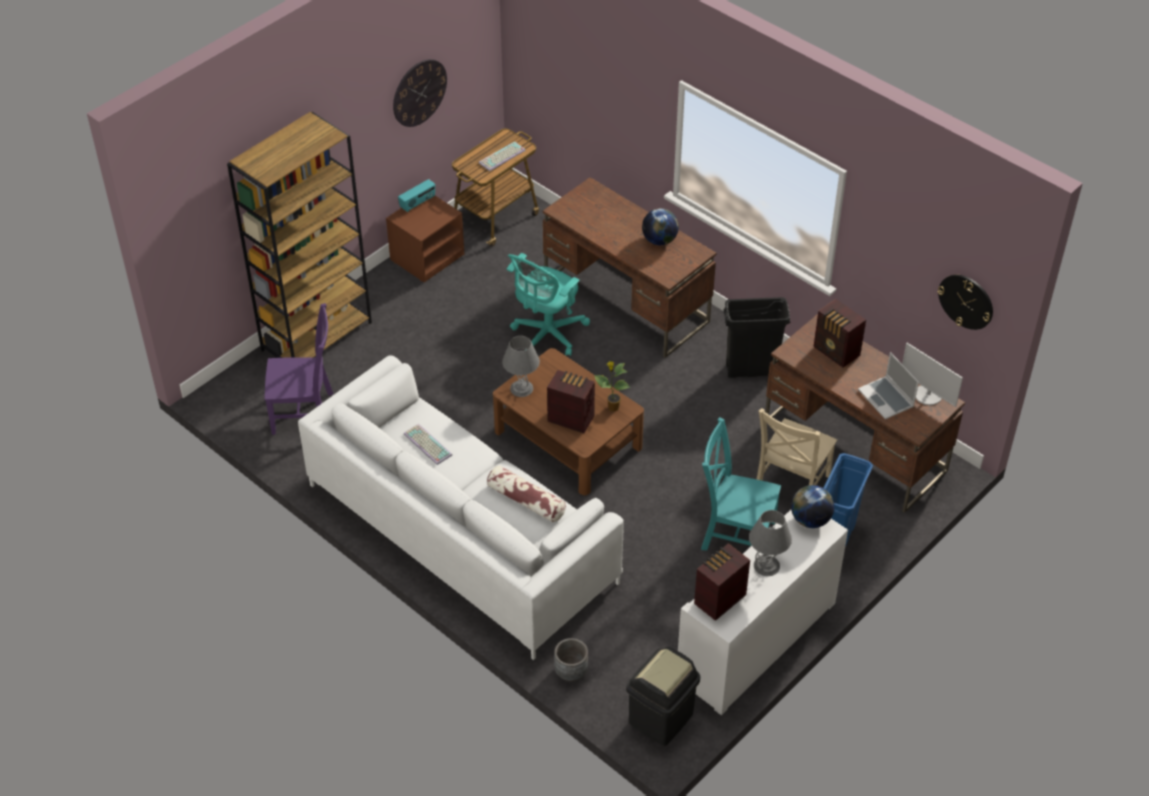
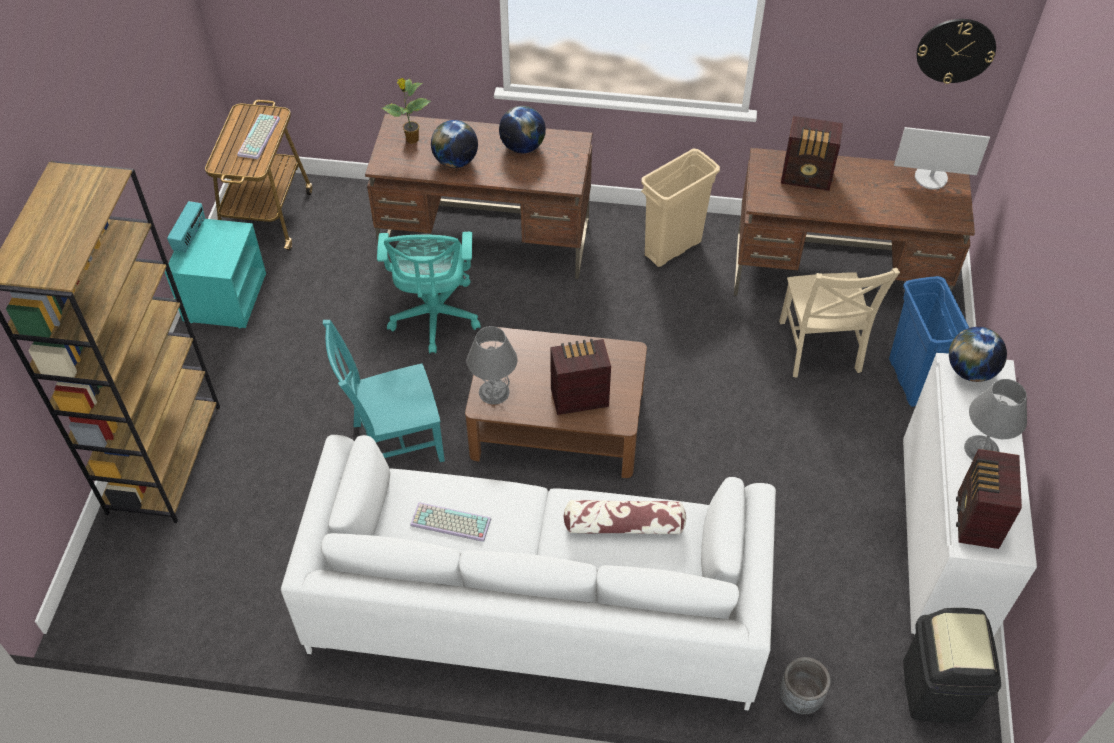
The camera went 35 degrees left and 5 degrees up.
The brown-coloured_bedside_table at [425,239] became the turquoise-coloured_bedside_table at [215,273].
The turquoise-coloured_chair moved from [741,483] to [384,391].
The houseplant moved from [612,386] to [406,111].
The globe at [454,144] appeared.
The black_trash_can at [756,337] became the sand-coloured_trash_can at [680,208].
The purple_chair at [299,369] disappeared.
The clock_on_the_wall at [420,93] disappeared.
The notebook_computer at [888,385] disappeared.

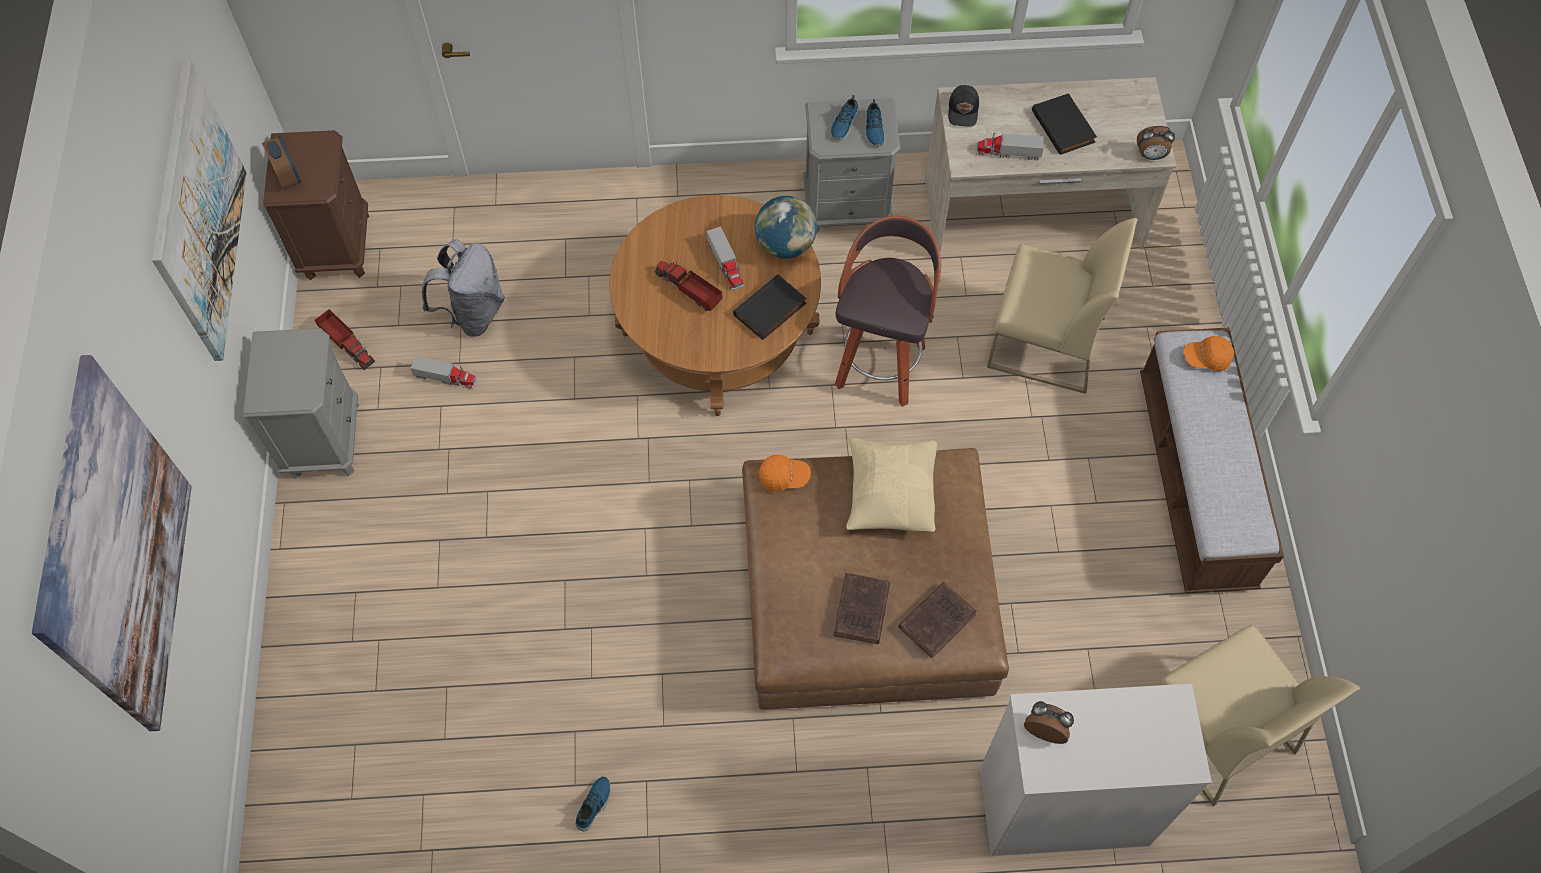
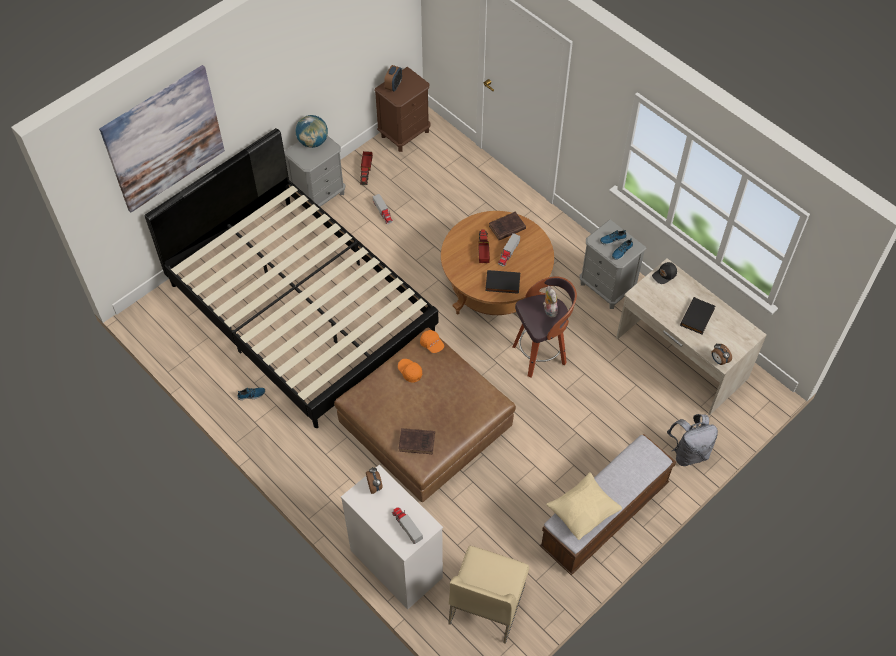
The camera went 50 degrees right and 5 degrees down.
The black_bedroom_bed at [291,278] appeared.
The globe moved from [786,227] to [312,131].
The toy_truck moved from [1010,146] to [407,525].
The orangey_cap moved from [1208,353] to [410,370].
The brown-coloured_volume moved from [861,608] to [507,226].
The plush_toy at [550,302] appeared.
The sand-coloured_pillow moved from [891,484] to [584,506].
The greyish_backpack moved from [463,288] to [692,440].
The picture at [199,210] disappeared.
The sand-coloured_chair at [1062,306] disappeared.

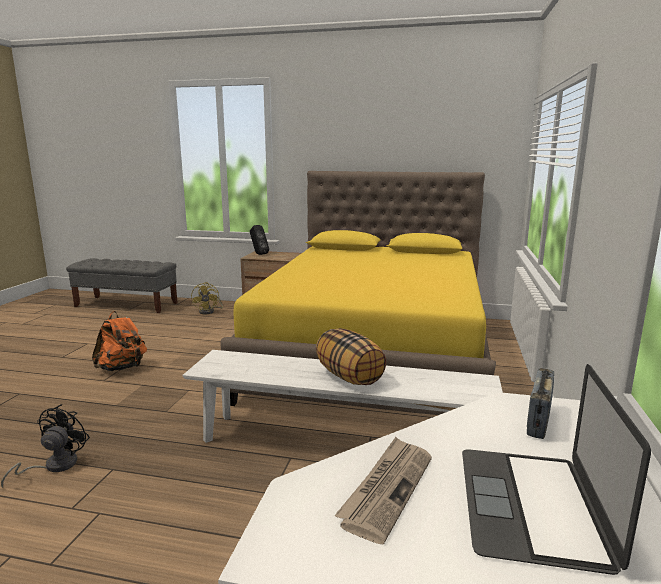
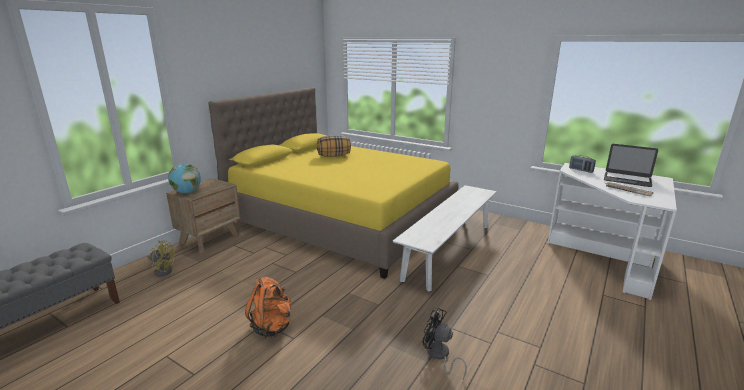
The camera went 70 degrees left and 5 degrees up.
The black_loudspeaker at [259,240] was replaced by the globe at [184,178].
The pillow moved from [351,356] to [334,146].

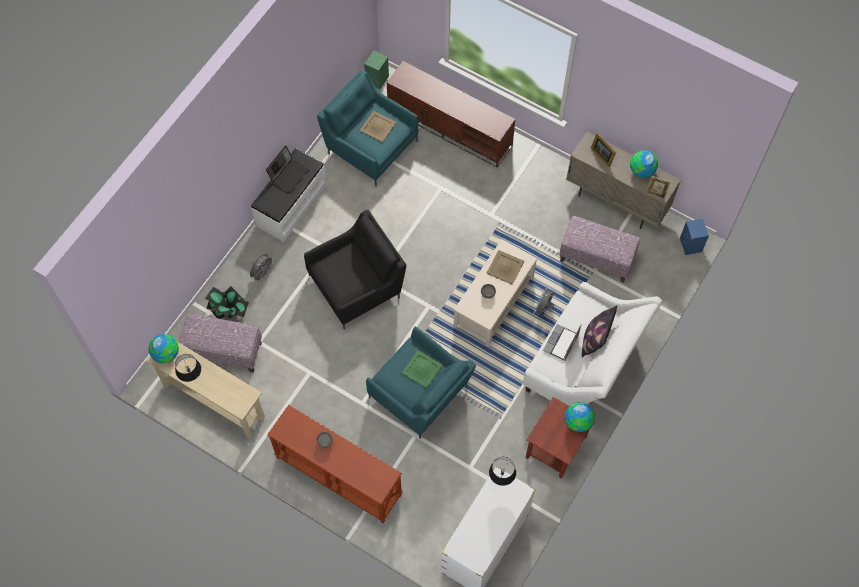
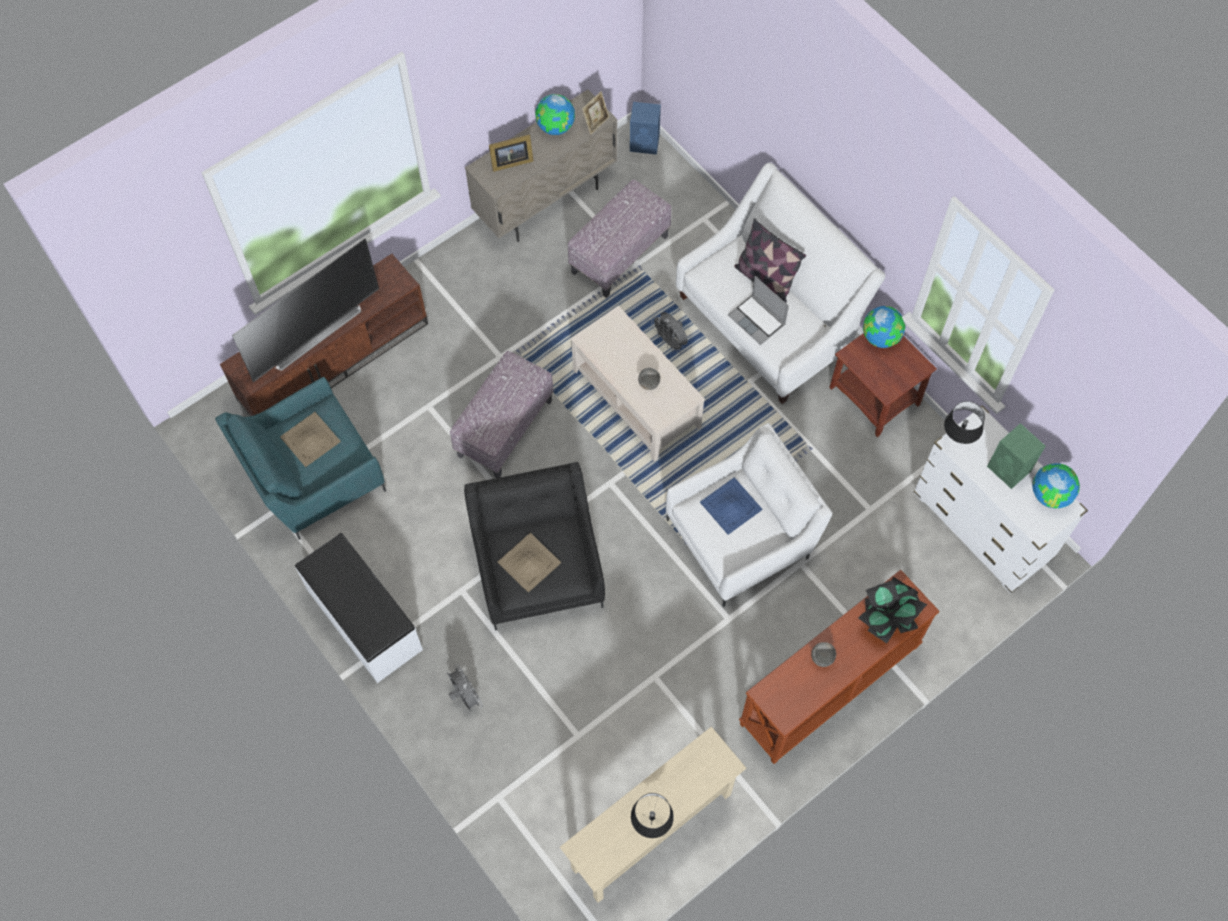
The camera went 70 degrees left and 0 degrees up.
The television at [305,310] appeared.
The ottoman moved from [220,343] to [502,414].
The sand-coloured_carrying_tray moved from [505,267] to [529,563].
The turquoise-coloured_easy_chair at [421,382] became the white-coloured_easy_chair at [749,515].
The greenish_carrying_tray at [422,369] became the blue-coloured_carrying_tray at [731,506].
The houseplant moved from [227,302] to [892,610].
The greenish_loudspeaker moved from [376,70] to [1016,456].
The globe moved from [163,348] to [1056,485].
The notebook_computer at [287,169] disappeared.

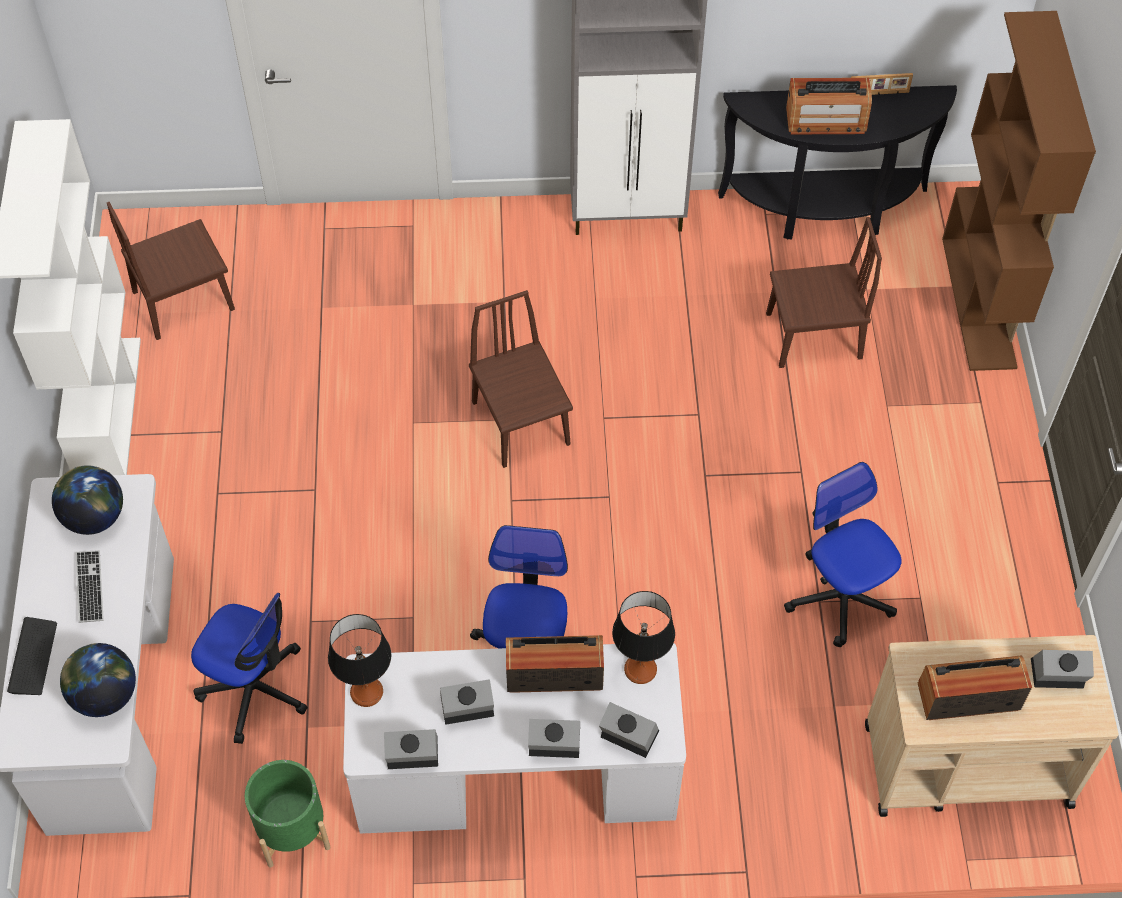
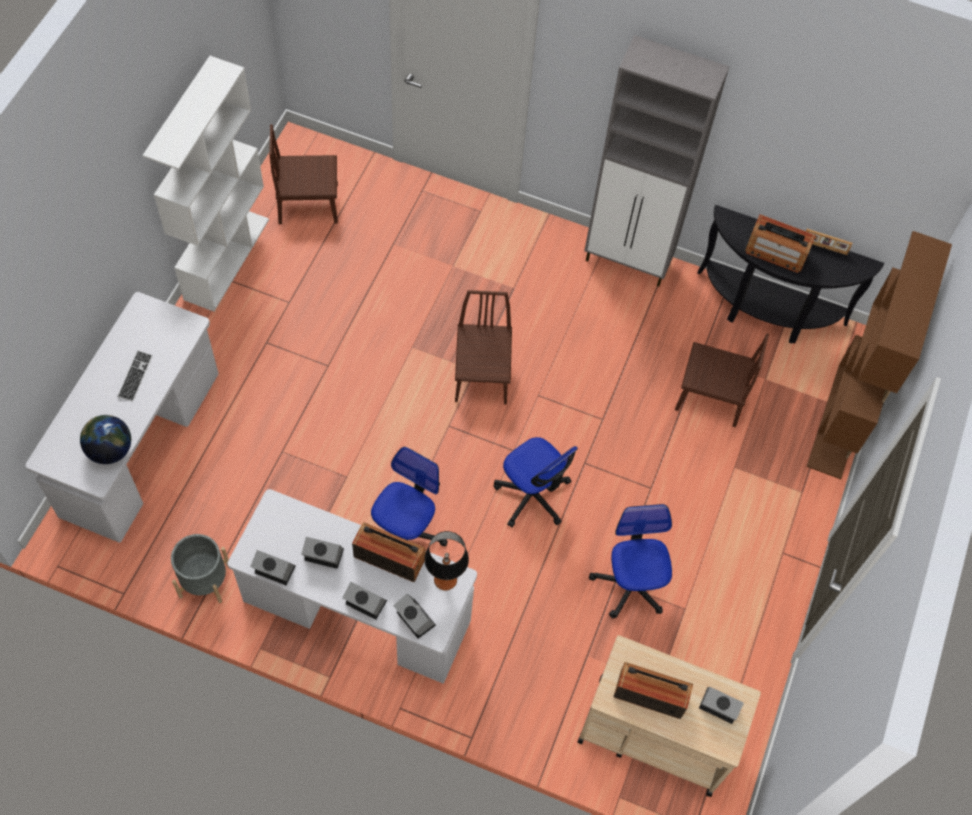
The camera went 20 degrees right and 5 degrees up.
The greenish_flower_pot at [288,814] became the greyish_flower_pot at [200,568].
The computer_chair moved from [249,668] to [535,482].
The PC_keyboard at [32,656] disappeared.
The globe at [87,500] disappeared.
The tabletop_lamp at [360,660] disappeared.

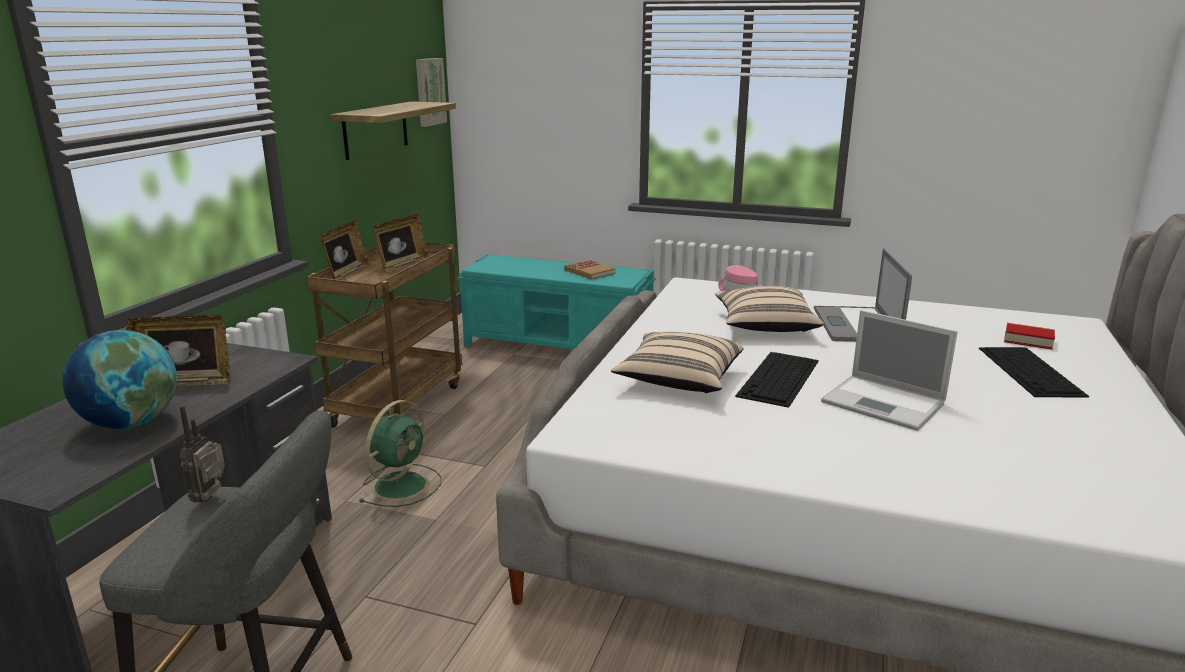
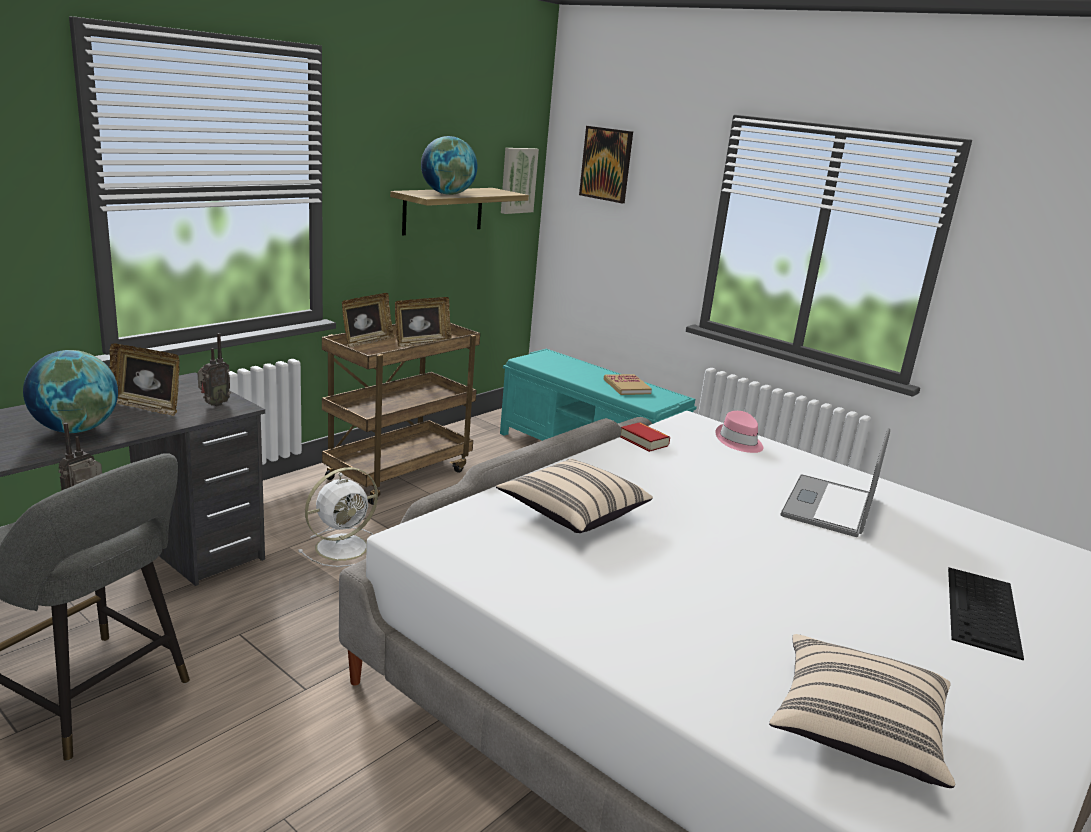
The camera went 20 degrees right and 0 degrees up.
The radio_set at [214,370] appeared.
The greenish_electric_fan at [399,453] became the white-coloured_electric_fan at [338,517].
The globe at [449,165] appeared.
The picture at [606,164] appeared.
The volume moved from [1029,336] to [645,437].
The sand-coloured_pillow moved from [769,309] to [862,711].
The PC_keyboard at [777,380] disappeared.
The notebook_computer at [889,370] disappeared.

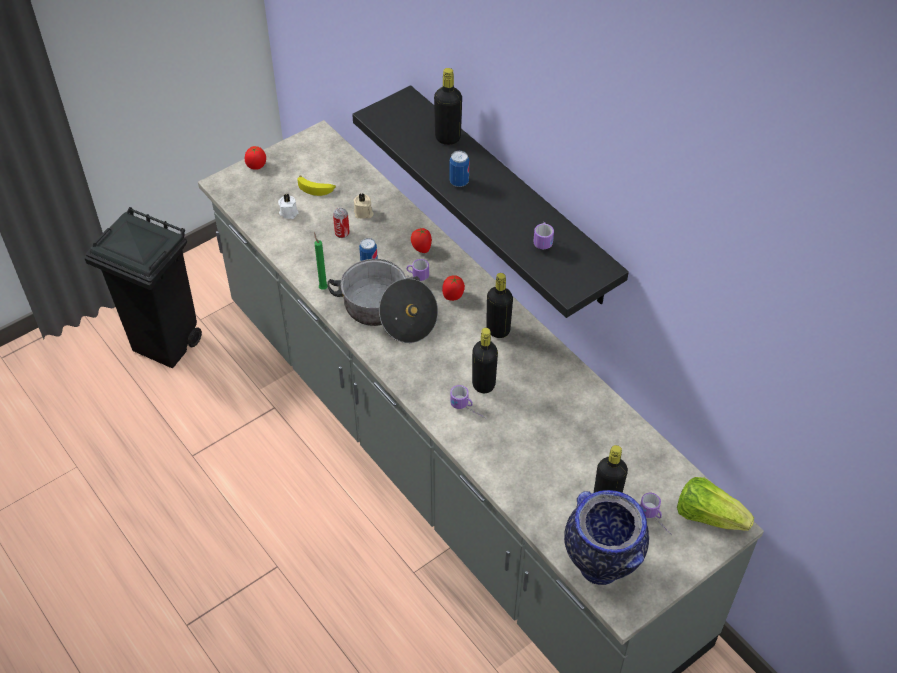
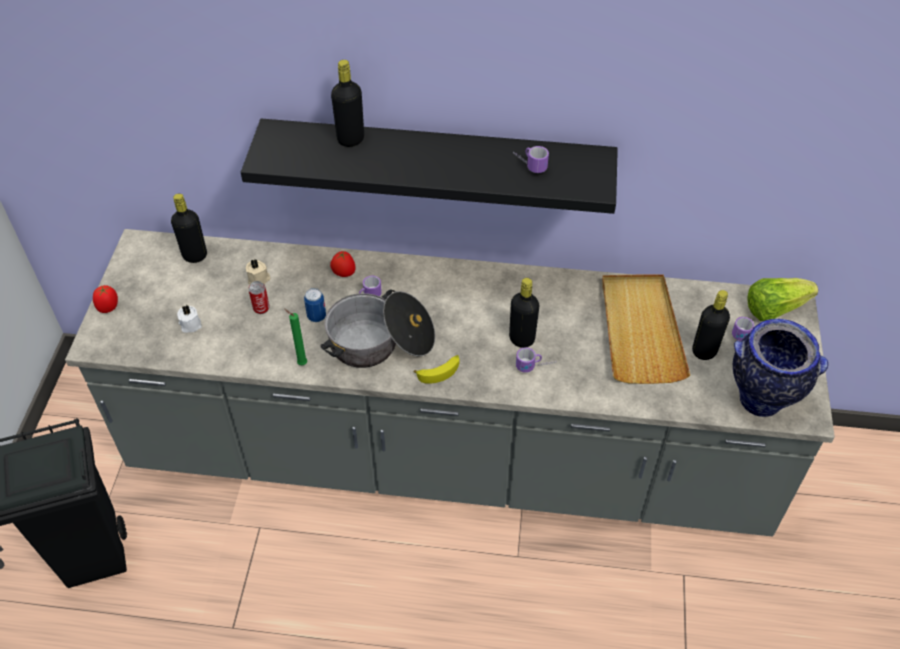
The camera went 45 degrees left and 0 degrees up.
The black_drink_bottle moved from [499,305] to [189,228].
The banana moved from [316,186] to [437,369].
The sand-coloured_carrying_tray at [646,329] appeared.
The tomato at [453,288] disappeared.
The can at [459,169] disappeared.

